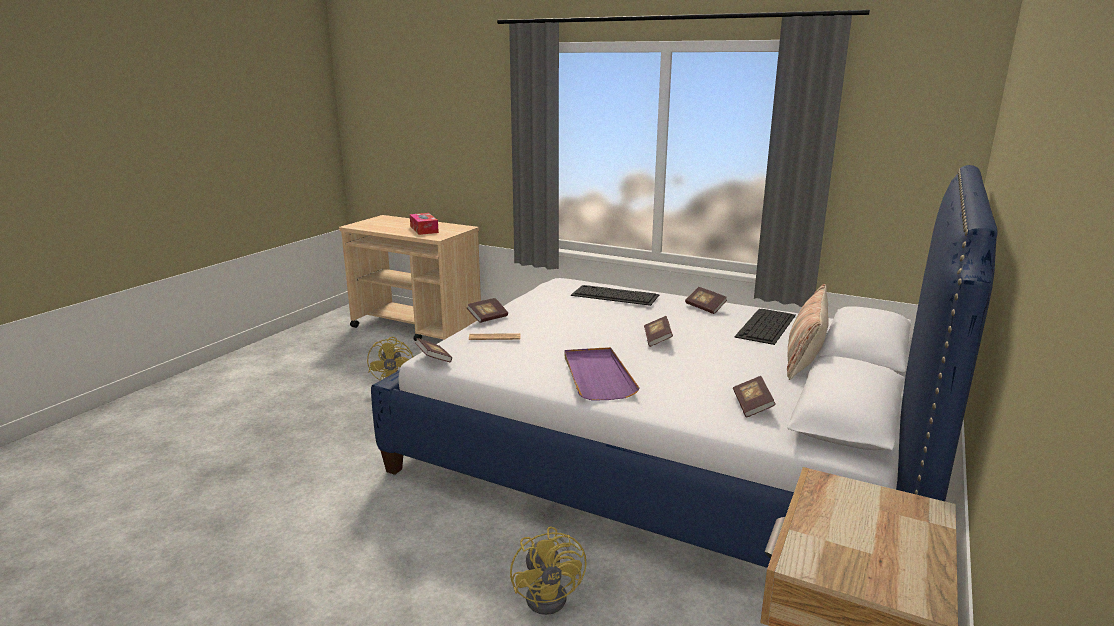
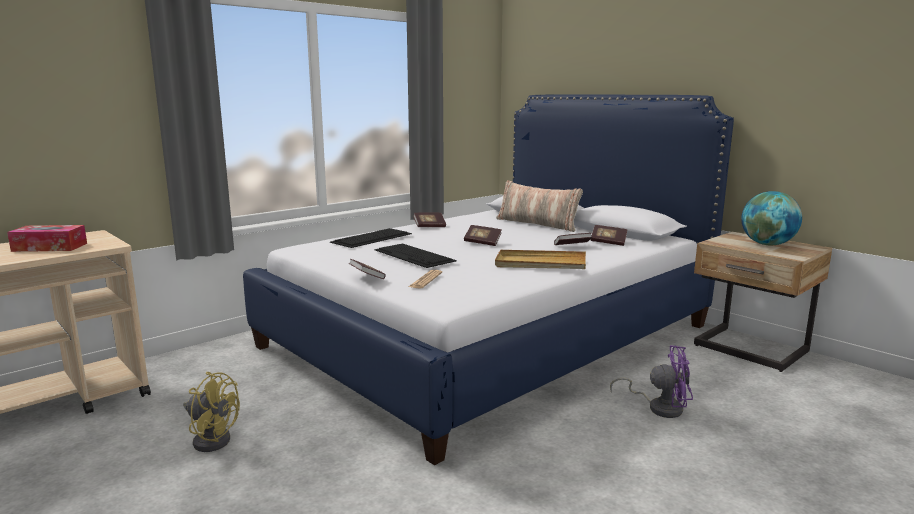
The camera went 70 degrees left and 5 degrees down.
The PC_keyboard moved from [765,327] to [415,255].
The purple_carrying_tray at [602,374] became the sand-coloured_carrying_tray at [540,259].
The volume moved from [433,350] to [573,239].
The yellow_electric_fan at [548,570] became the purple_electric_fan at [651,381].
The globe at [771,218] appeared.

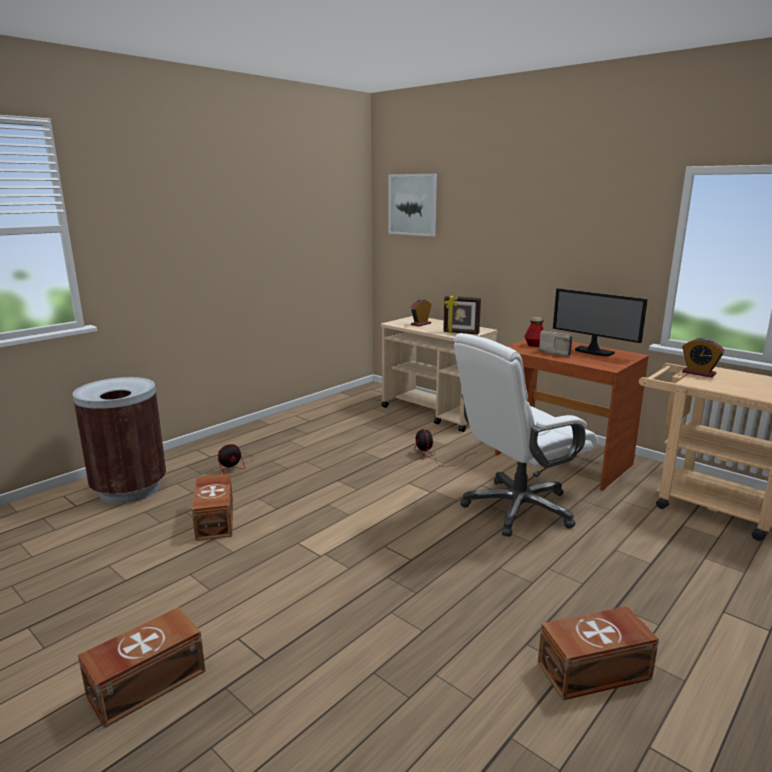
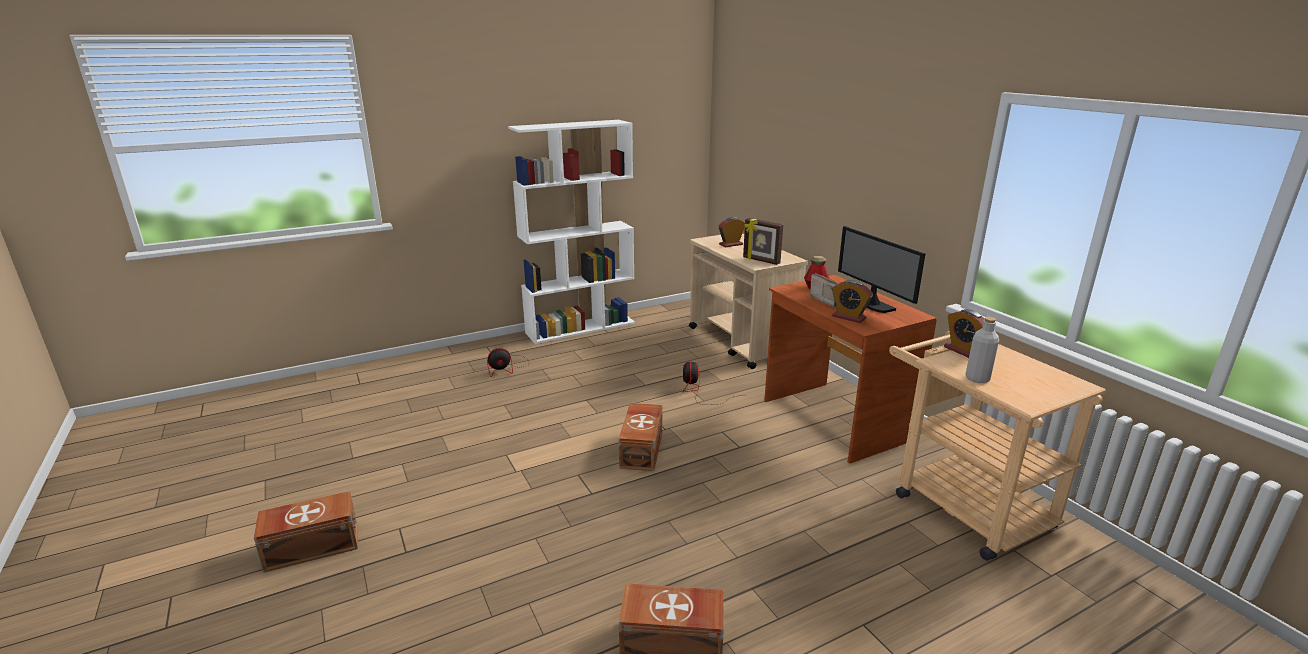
The camera went 20 degrees right and 5 degrees up.
The white-coloured_shelving_unit at [571,232] appeared.
The brown-coloured_storage_container moved from [212,507] to [640,437].
The table_clock at [852,301] appeared.
The greyish_drink_bottle at [982,350] appeared.
The brown-coloured_trash_can at [119,440] disappeared.
The picture at [412,205] disappeared.
The white-coloured_computer_chair at [526,435] disappeared.

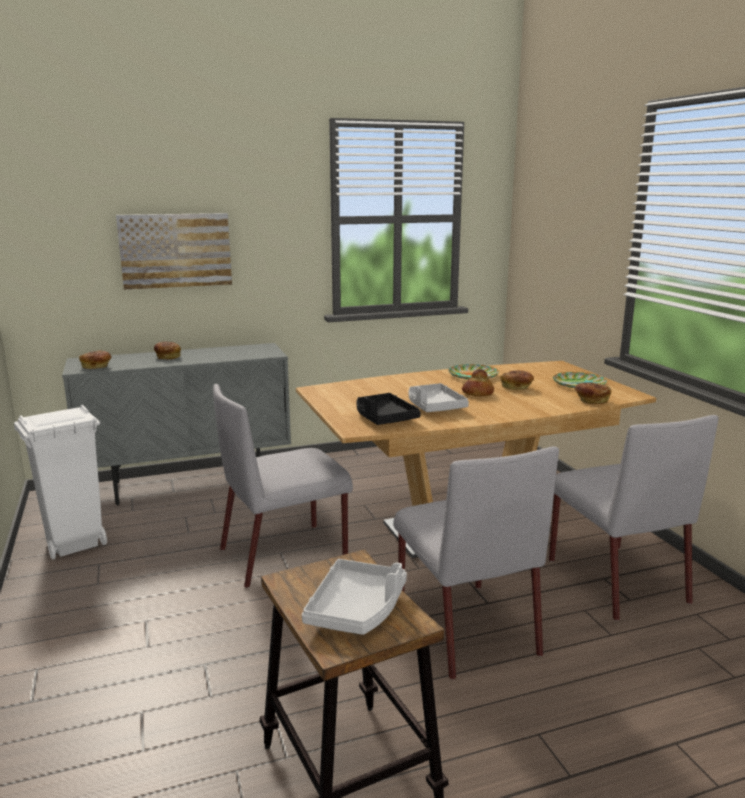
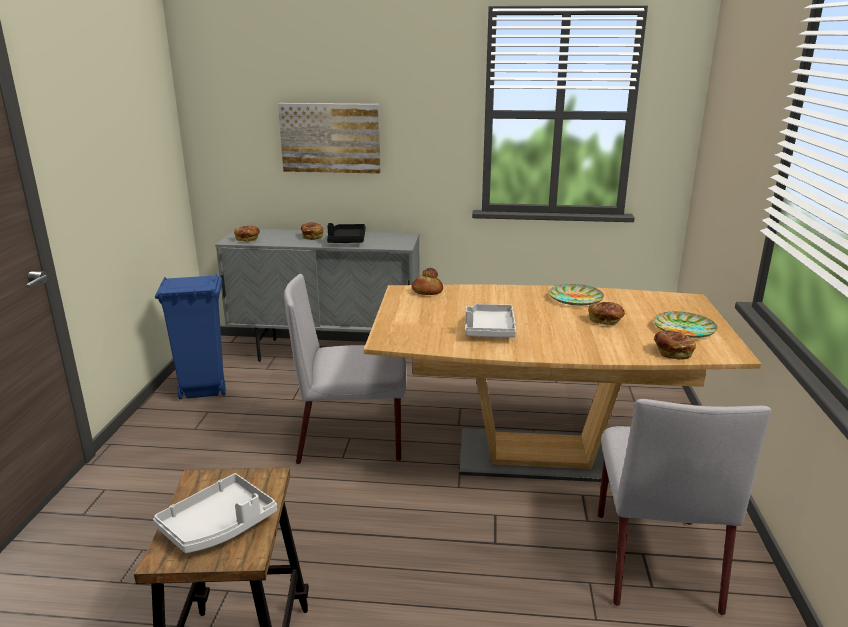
The camera went 25 degrees right and 5 degrees up.
The white-coloured_trash_can at [60,482] became the blue-coloured_trash_can at [190,337].
The black_carrying_tray moved from [389,409] to [346,233].
The bread moved from [478,382] to [427,281].
The greyish_chair at [476,563] disappeared.

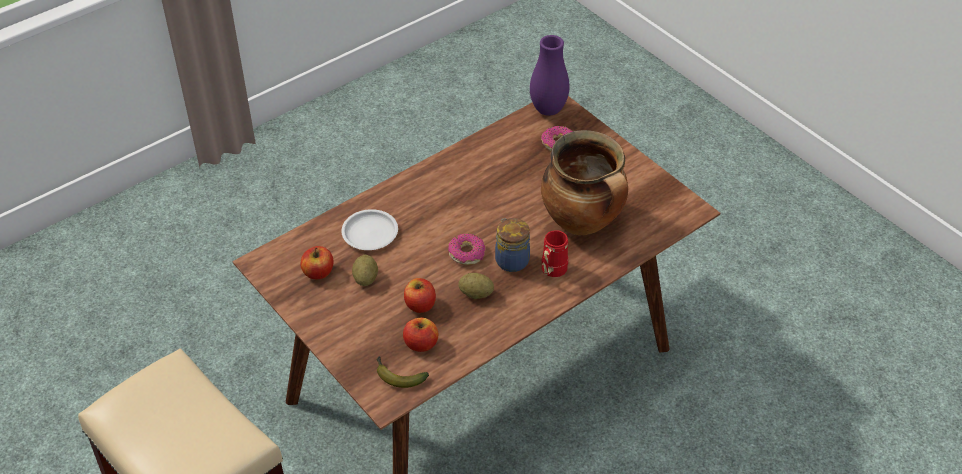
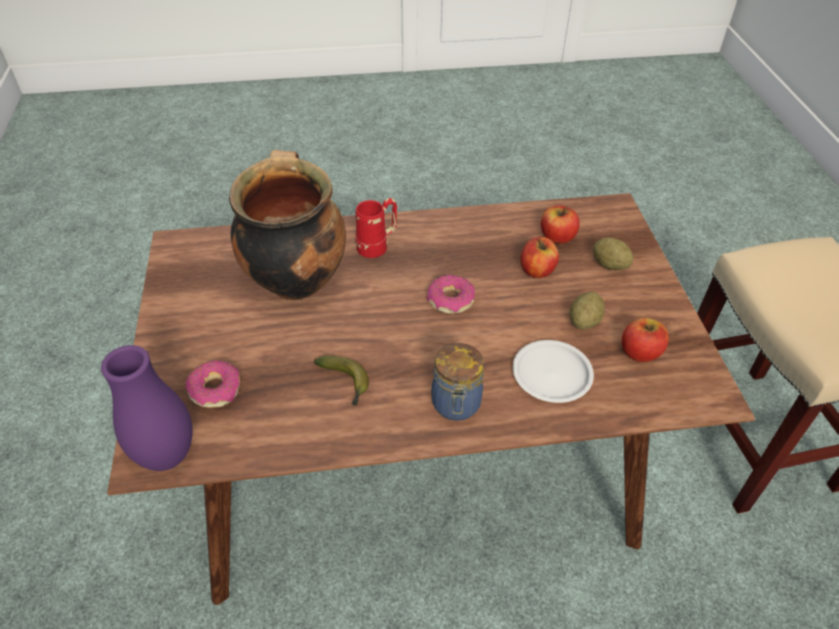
The camera went 150 degrees left and 0 degrees up.
The banana moved from [403,372] to [341,381].
The storage_jar moved from [512,245] to [457,382].
The potato moved from [476,286] to [613,254].

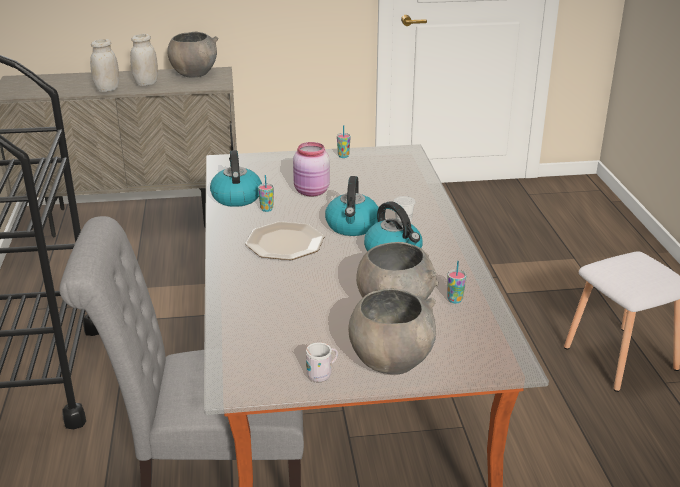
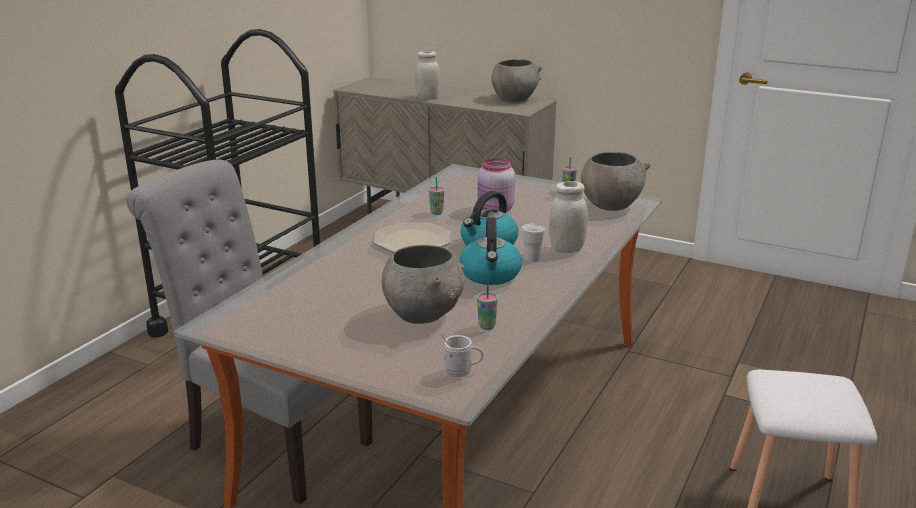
The camera went 35 degrees right and 5 degrees down.
The white-coloured_coffee_mug moved from [322,362] to [462,355].
The white-coloured_storage_jar moved from [144,60] to [568,217].
The greyish_serving_bowl moved from [392,331] to [616,181].
The water_kettle at [236,178] disappeared.

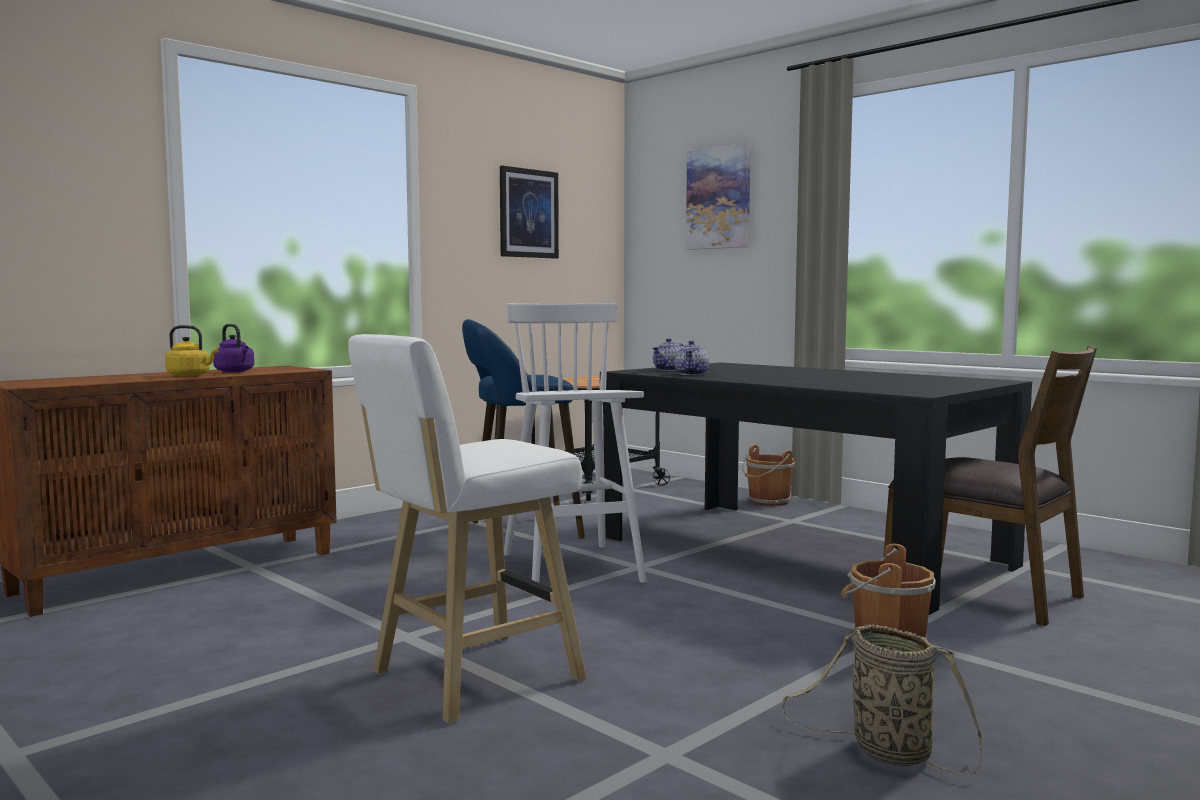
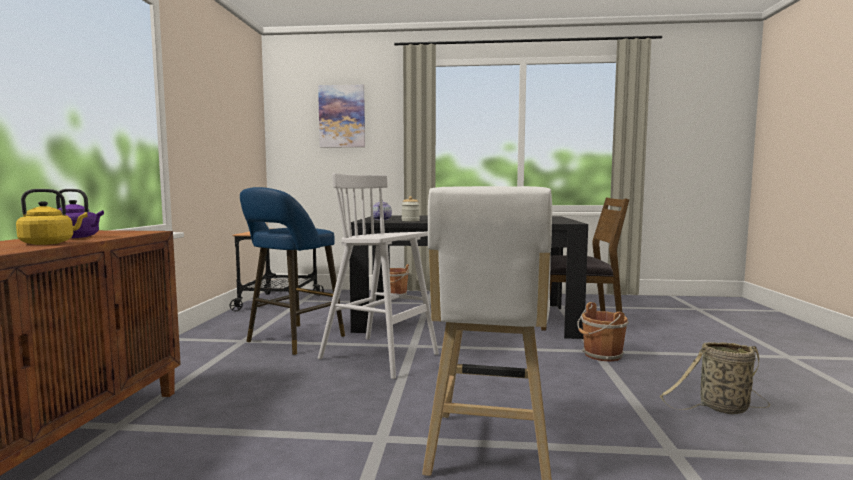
The camera went 40 degrees left and 0 degrees up.
The pot_for_tea at [691,357] was replaced by the storage_jar at [410,208].
The picture at [529,212] disappeared.

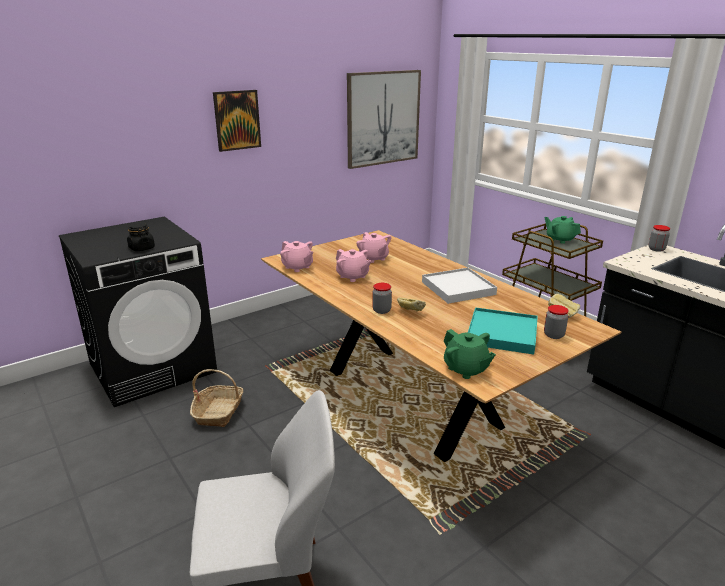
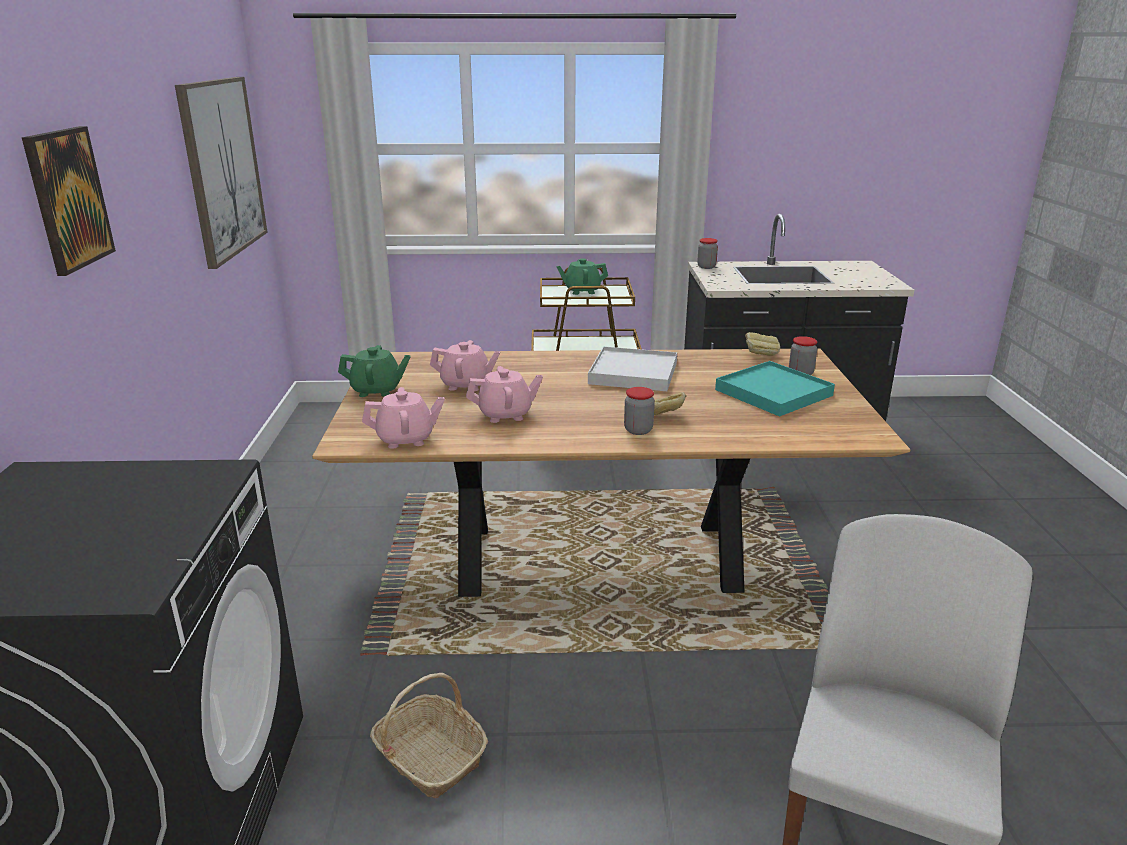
The camera went 55 degrees left and 0 degrees up.
The greenish_pot_for_tea moved from [470,354] to [374,371].
The black_storage_jar at [141,236] disappeared.

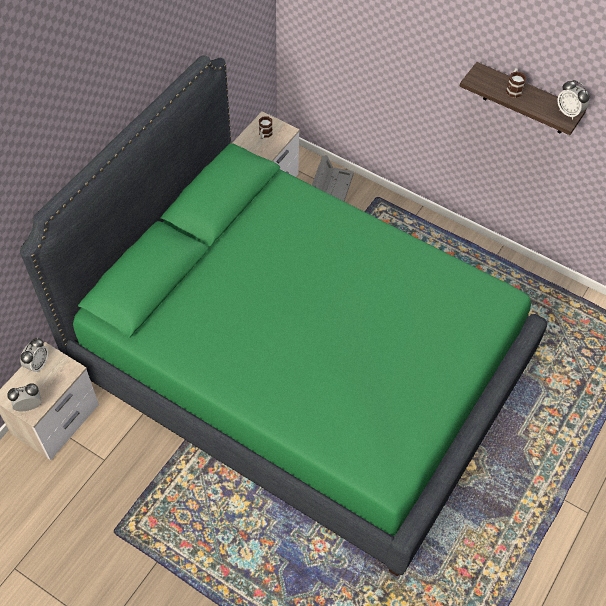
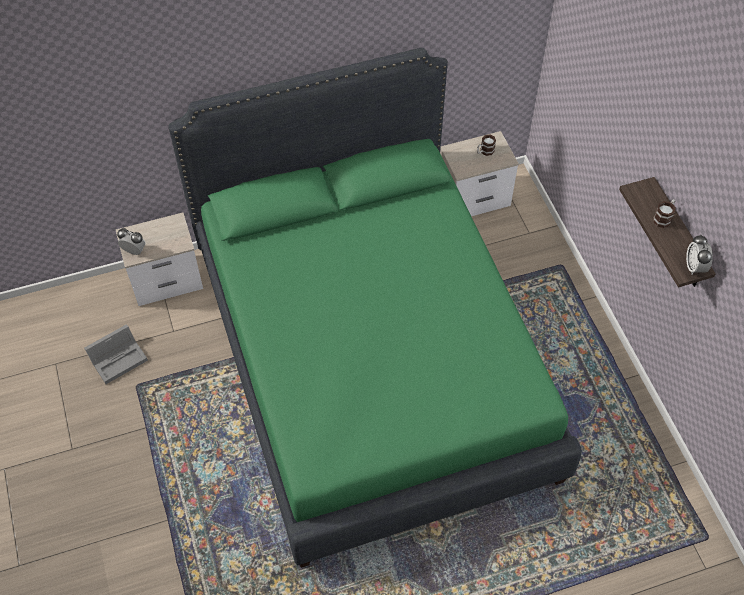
The camera went 40 degrees right and 0 degrees up.
The greyish_storage_container moved from [333,178] to [116,354].
The table_clock at [34,355] disappeared.

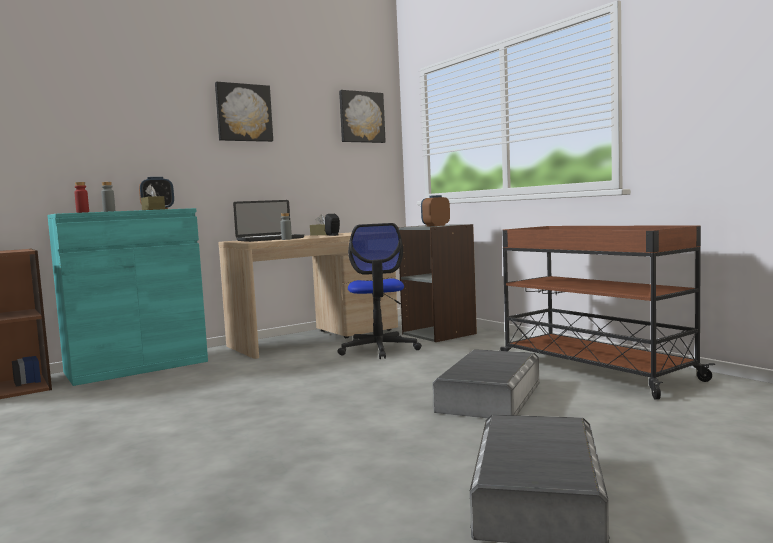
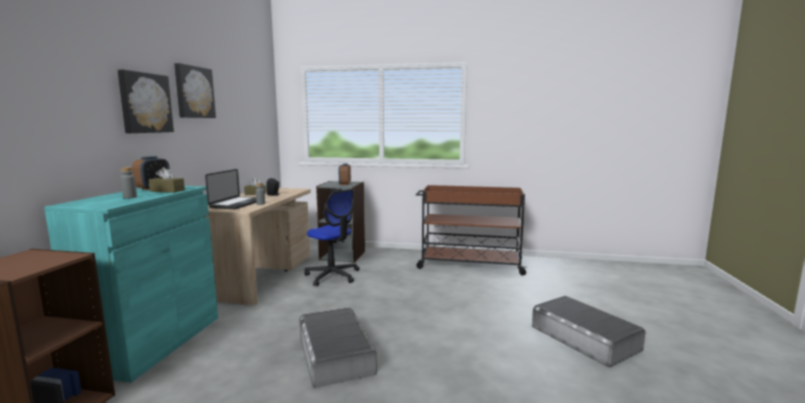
The camera went 45 degrees left and 5 degrees up.
The picture moved from [362,116] to [146,101].
The greyish_storage_container moved from [486,383] to [338,347].
The red-coloured_drink_bottle at [81,197] disappeared.

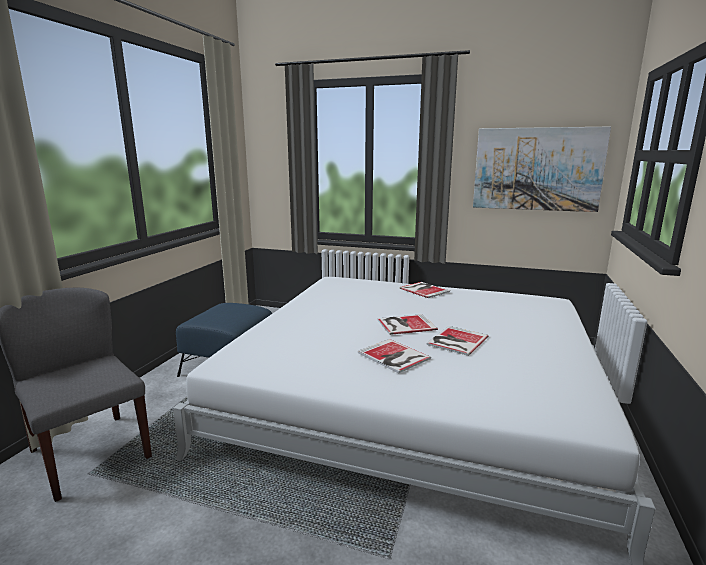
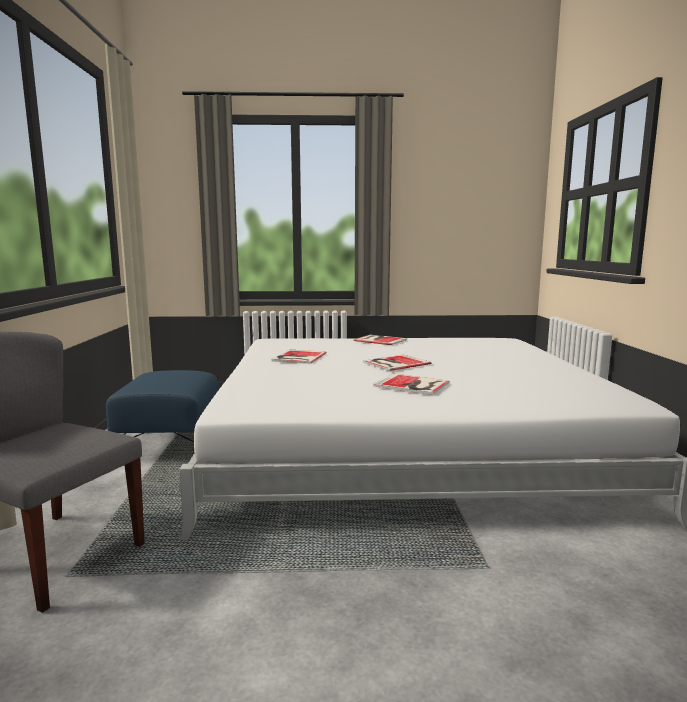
The camera went 20 degrees left and 5 degrees down.
The volume moved from [457,341] to [299,357].
The picture at [542,169] disappeared.

